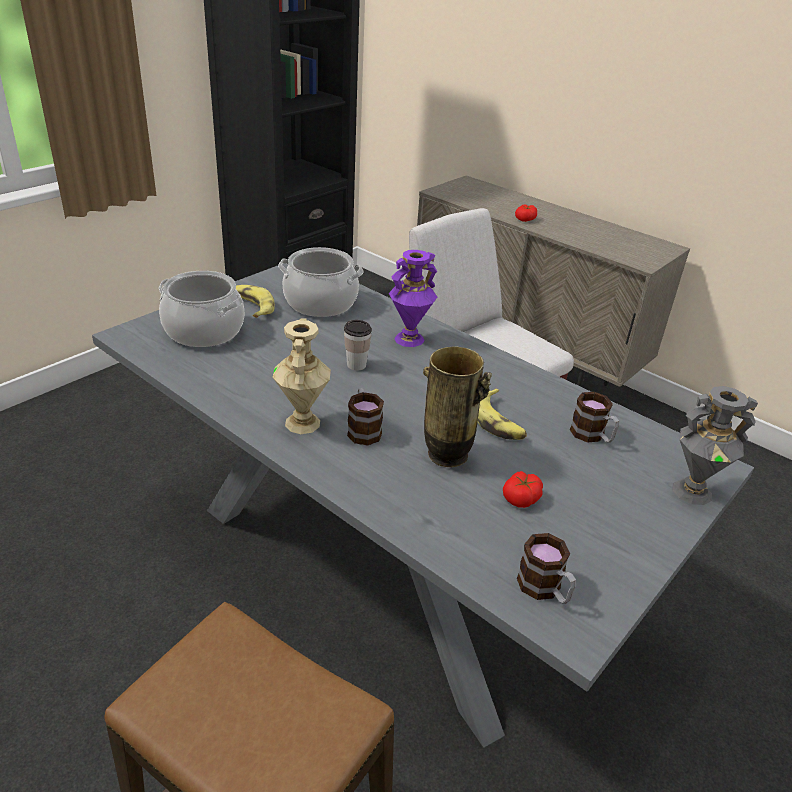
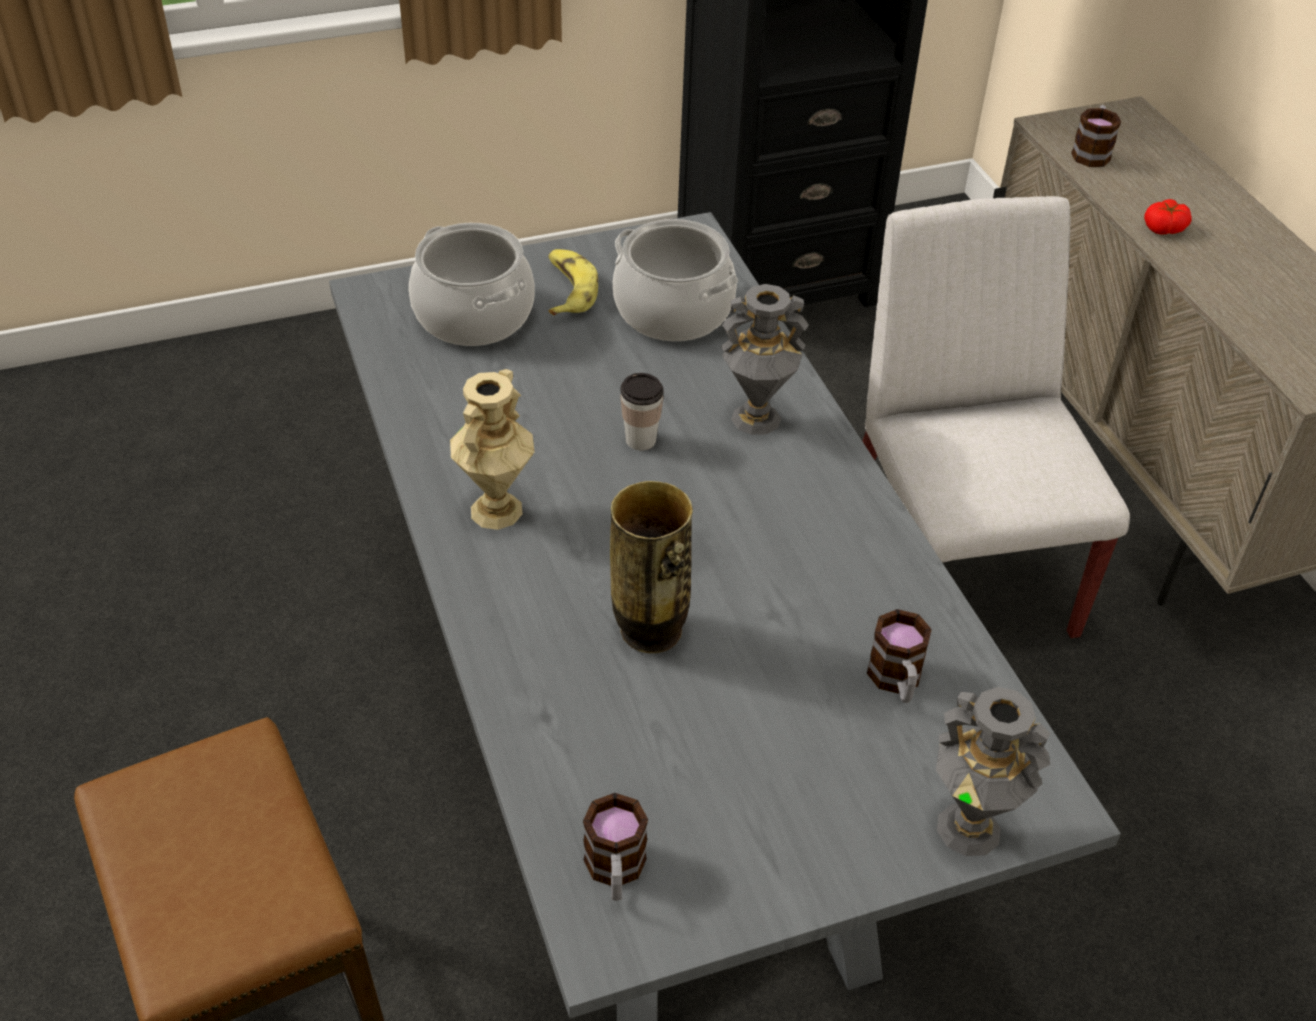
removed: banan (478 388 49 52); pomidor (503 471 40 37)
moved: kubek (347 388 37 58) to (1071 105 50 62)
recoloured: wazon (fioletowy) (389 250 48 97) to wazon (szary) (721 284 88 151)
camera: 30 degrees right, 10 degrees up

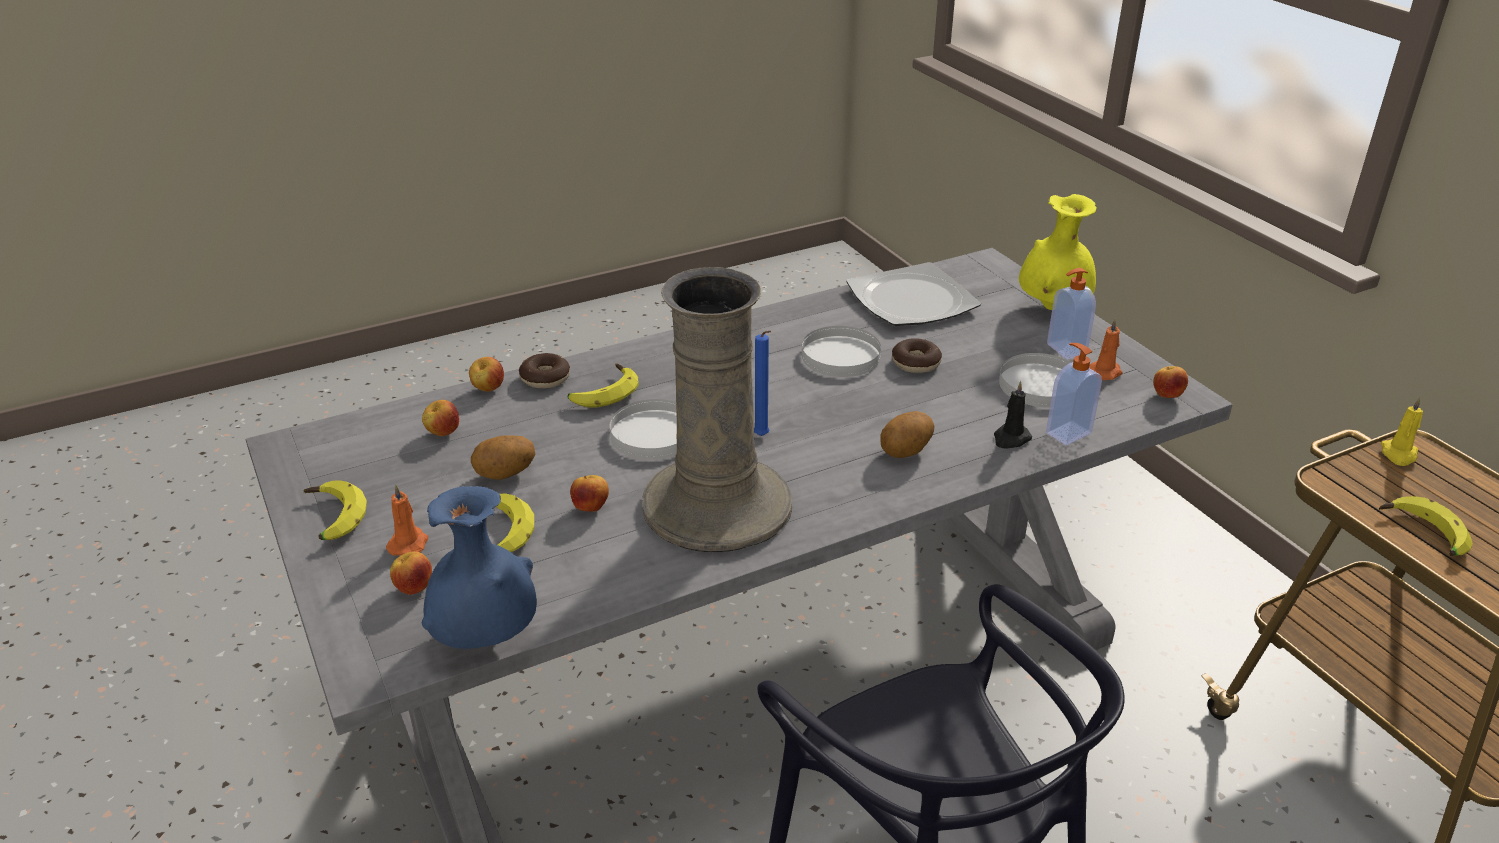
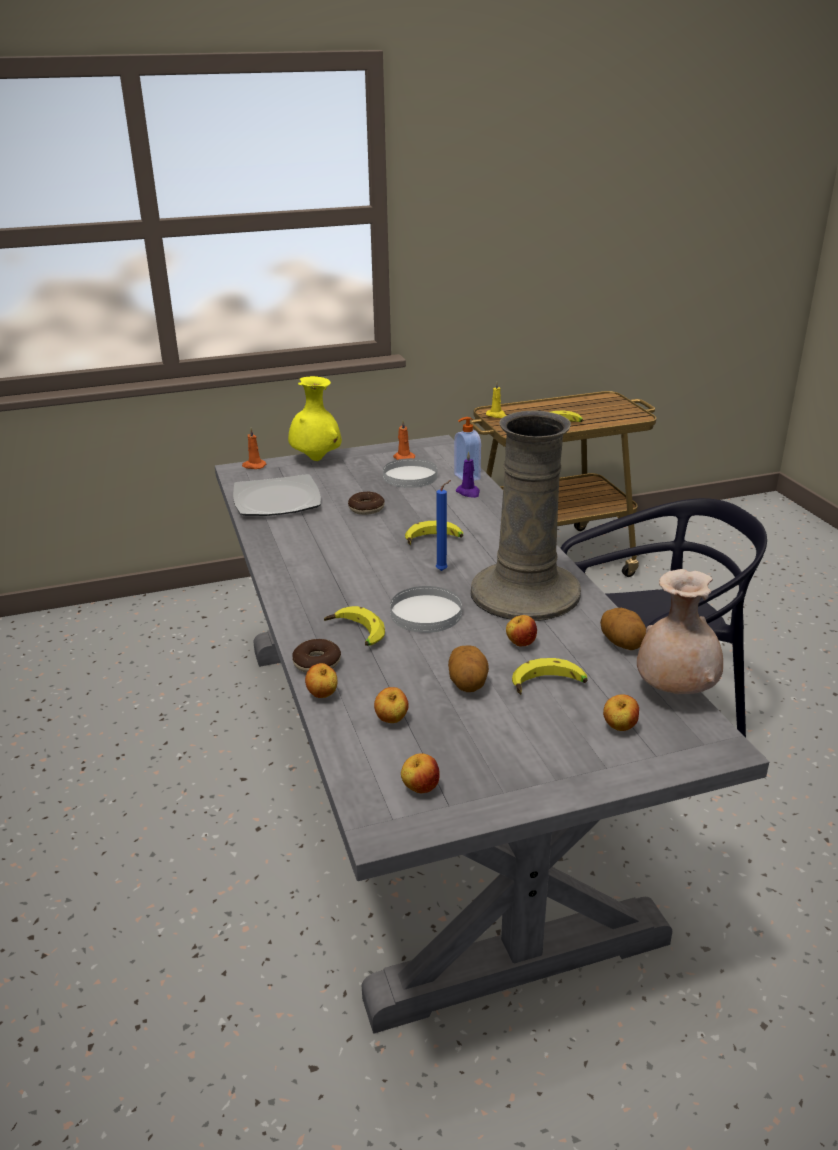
removed: dozownik mydła (1047 268 49 91); talerz (biały) (802 326 79 51)
moved: jabłko (1153 366 35 32) to (401 753 38 40); ziemniak (880 411 54 47) to (600 608 46 42); banan (303 480 64 60) to (405 521 58 24); świeca (pomarańczowy) (386 484 42 72) to (242 428 25 41)
recoloured: świeca (czarny) (994 381 38 68) to świeca (fioletowy) (456 451 24 47); wazon (niebieski) (422 486 115 163) to wazon (beżowy) (637 569 86 125)
camera: 80 degrees left, 5 degrees down

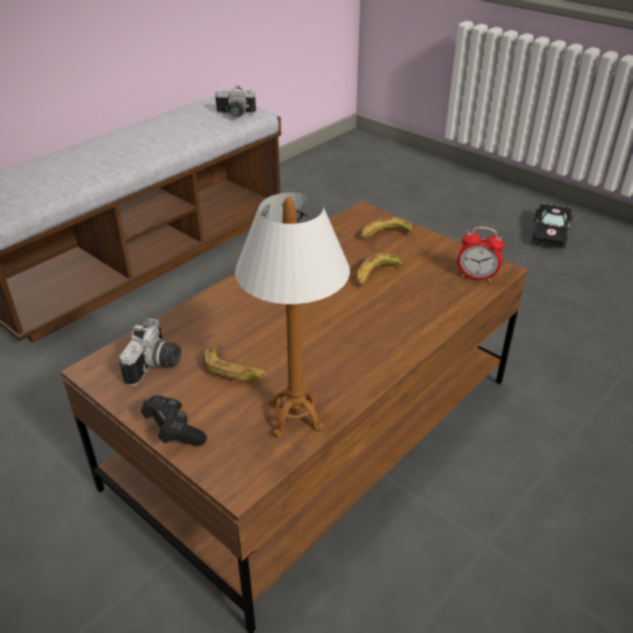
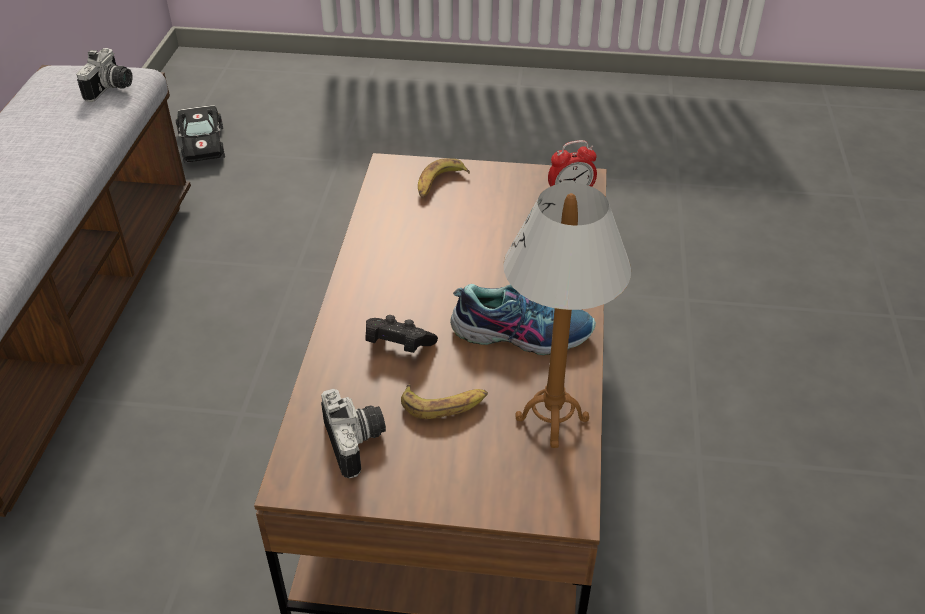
removed: banan (357 253 47 33)
added: but (450 284 146 71)
moved: samochodzik (czarny) (531 203 42 45) to (176 105 49 58); pad do gier (czarny) (141 395 66 51) to (366 315 72 38)
turned: aparat fotograficzny (215 85 41 32) = (76 48 57 54) 45 degrees counterclockwise
camera: 35 degrees left, 5 degrees up

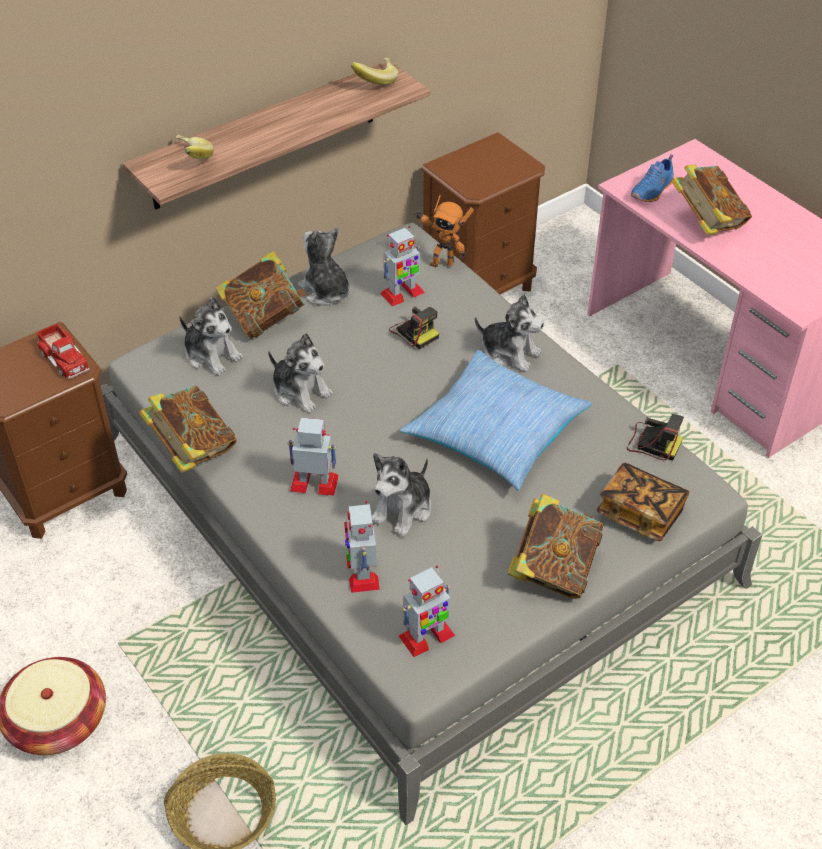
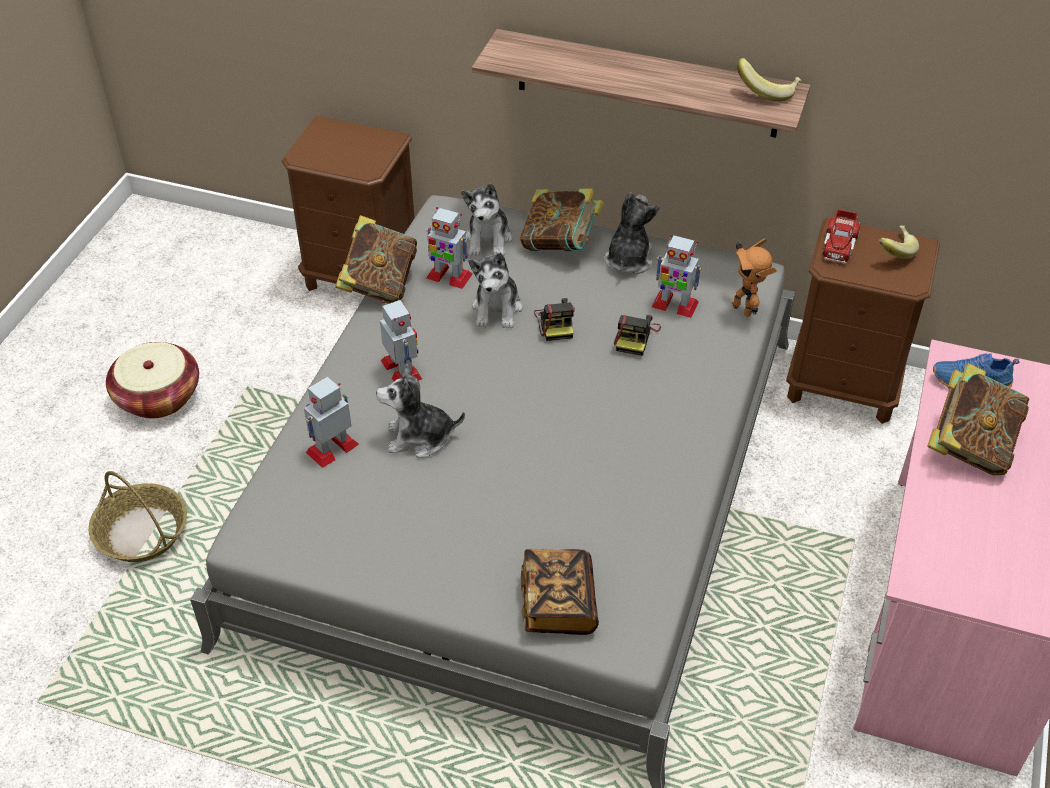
removed: pluszak (475 294 69 78); poduszka (400 350 192 141); książka (507 494 96 104)
moved: banan (176 135 38 24) to (879 225 40 34); ciężarówka zabawkowa (37 324 52 55) to (822 209 38 55); aparat fotograficzny (627 414 57 47) to (534 298 41 43); robot zabawkowy (399 565 57 92) to (426 207 47 82)
camera: 55 degrees right, 0 degrees up

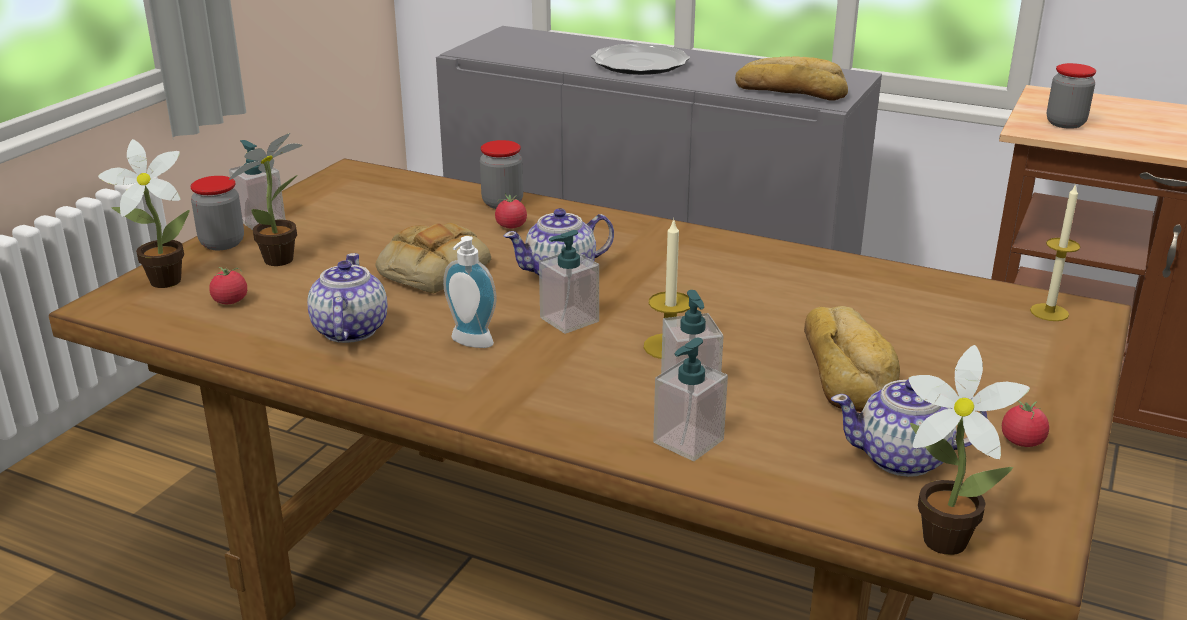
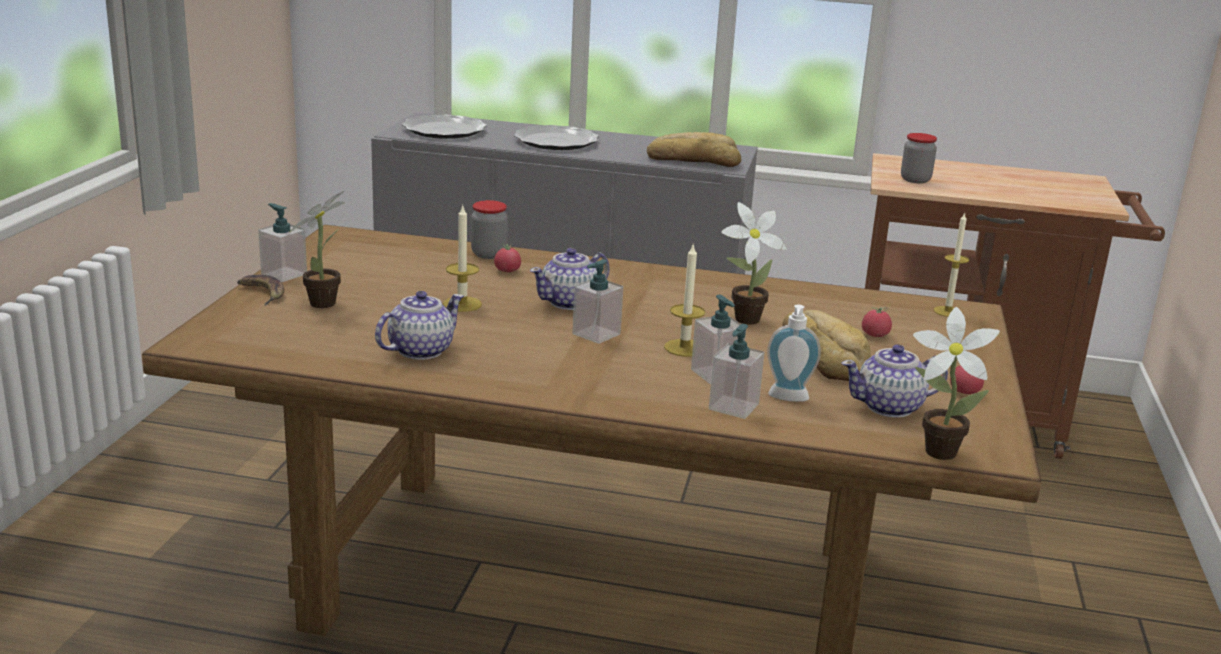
added: talerz (402 114 85 25)
moved: roślina doniczkowa (98 139 92 149) to (721 202 66 123); dozownik mydła (443 236 54 112) to (767 305 54 97); pomidor (209 267 38 37) to (862 307 30 30)
replaced: słoik (191 176 53 74) to banan (237 275 47 31); chleb (376 223 115 70) to świeca (443 204 39 108)
turned: imbryk (307 253 80 90) = (375 291 89 69) 60 degrees clockwise
camera: 15 degrees left, 5 degrees down

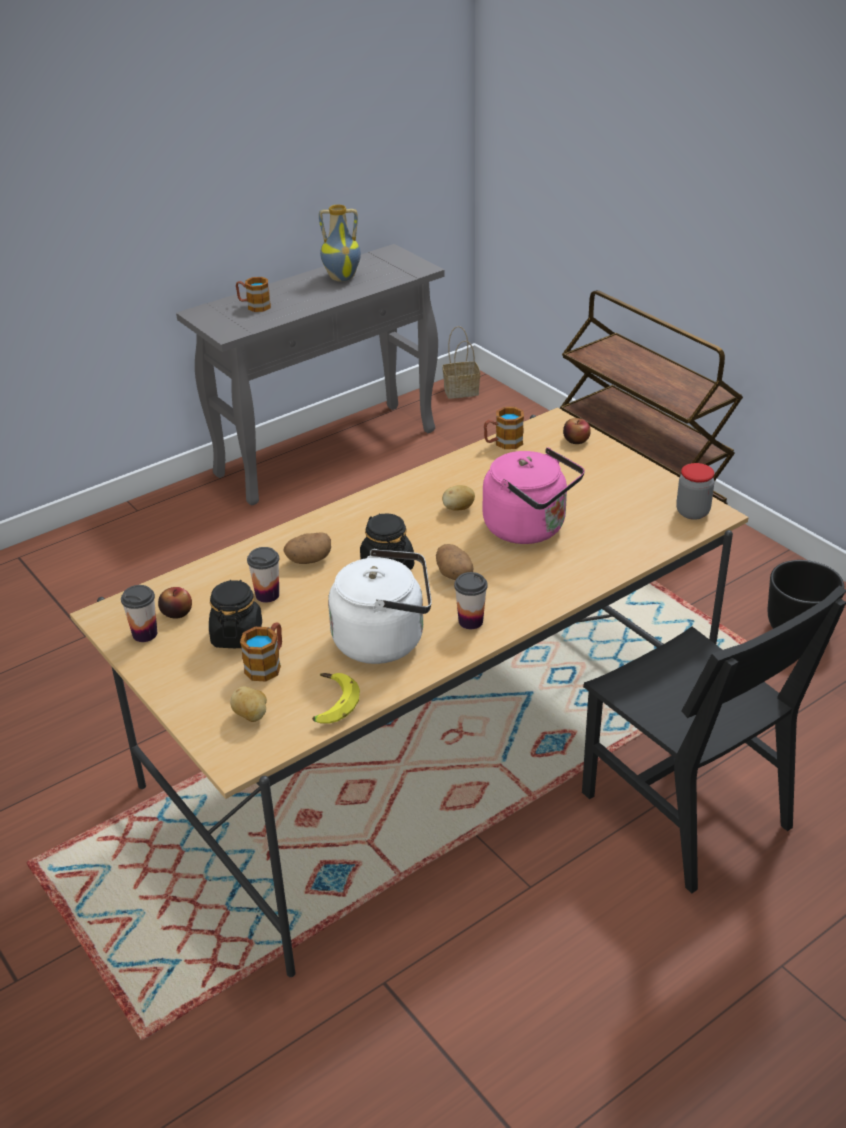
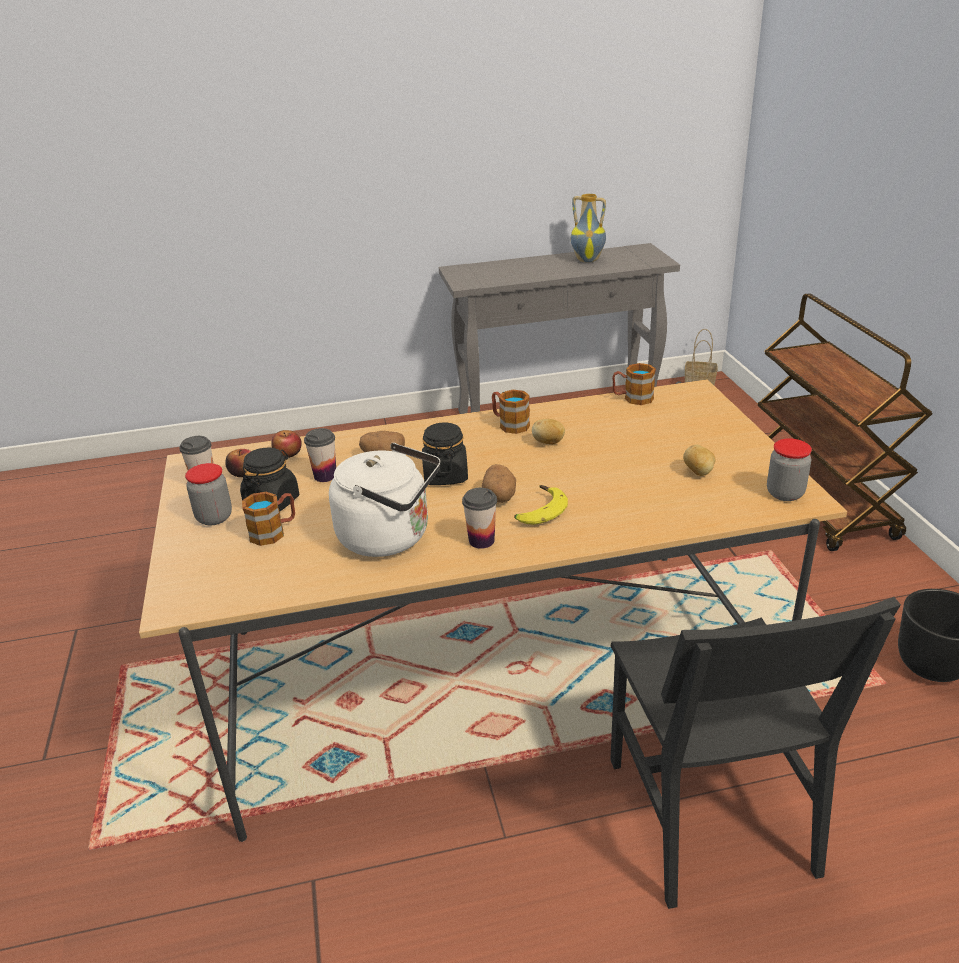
removed: czajnik (różowy) (483 447 101 97)
added: słoik (185 463 47 62)
moved: kubek (236 277 35 35) to (492 390 38 44); jabłko (563 418 28 26) to (271 430 31 28); banan (312 673 48 51) to (514 485 54 40); ziemniak (230 686 37 36) to (683 445 32 31)
camera: 25 degrees right, 5 degrees down

